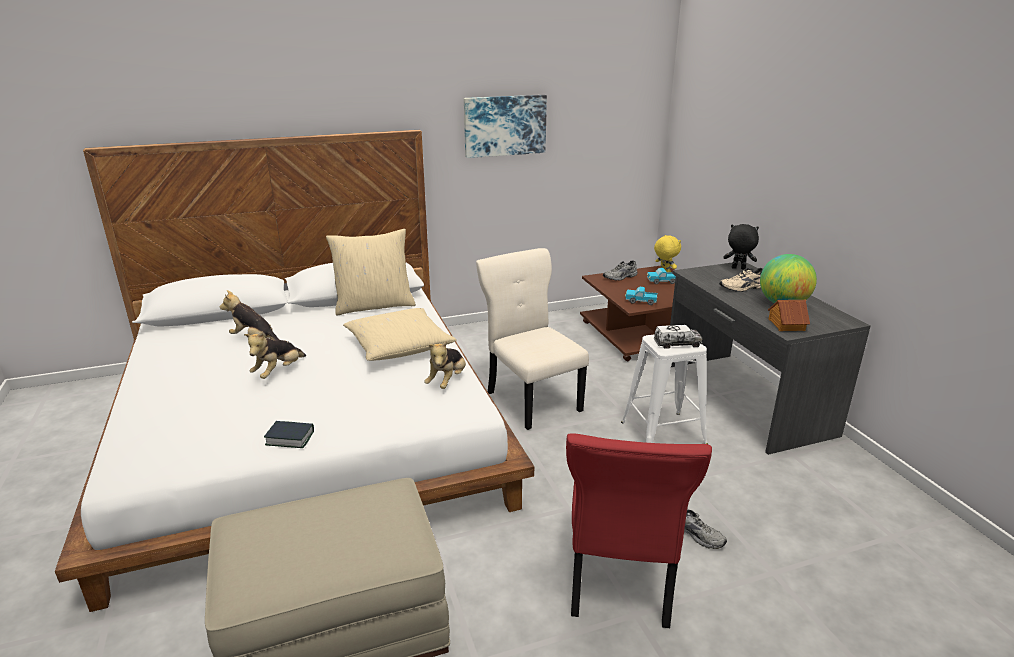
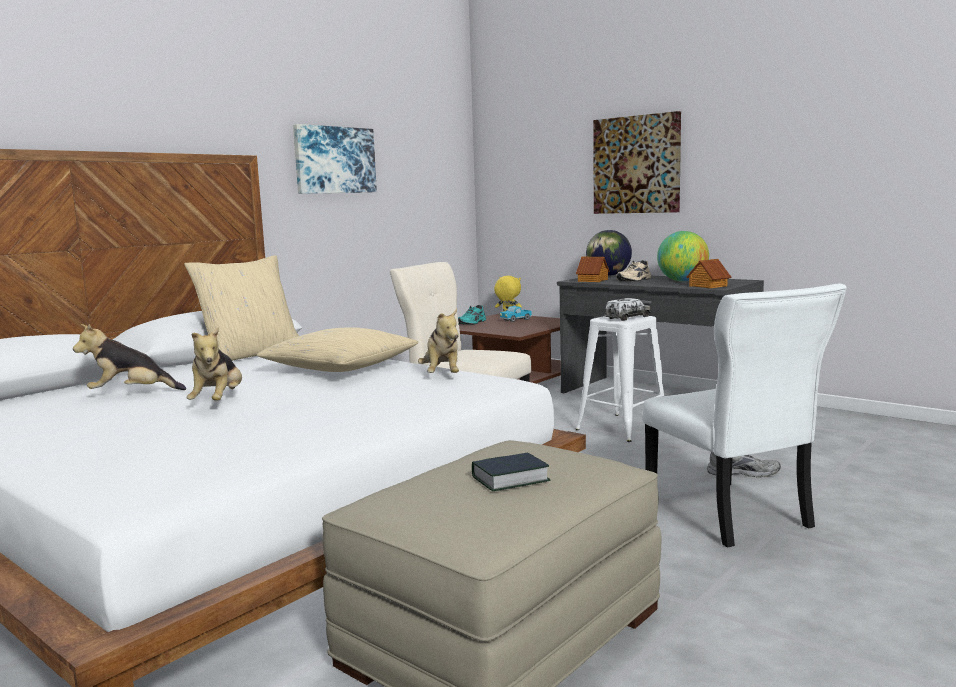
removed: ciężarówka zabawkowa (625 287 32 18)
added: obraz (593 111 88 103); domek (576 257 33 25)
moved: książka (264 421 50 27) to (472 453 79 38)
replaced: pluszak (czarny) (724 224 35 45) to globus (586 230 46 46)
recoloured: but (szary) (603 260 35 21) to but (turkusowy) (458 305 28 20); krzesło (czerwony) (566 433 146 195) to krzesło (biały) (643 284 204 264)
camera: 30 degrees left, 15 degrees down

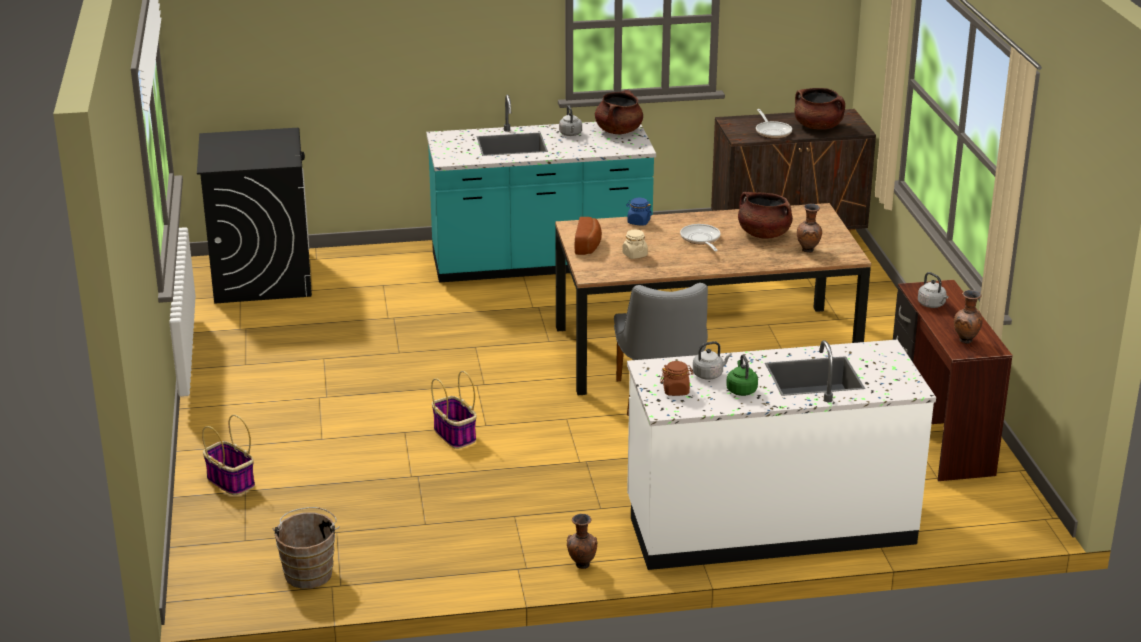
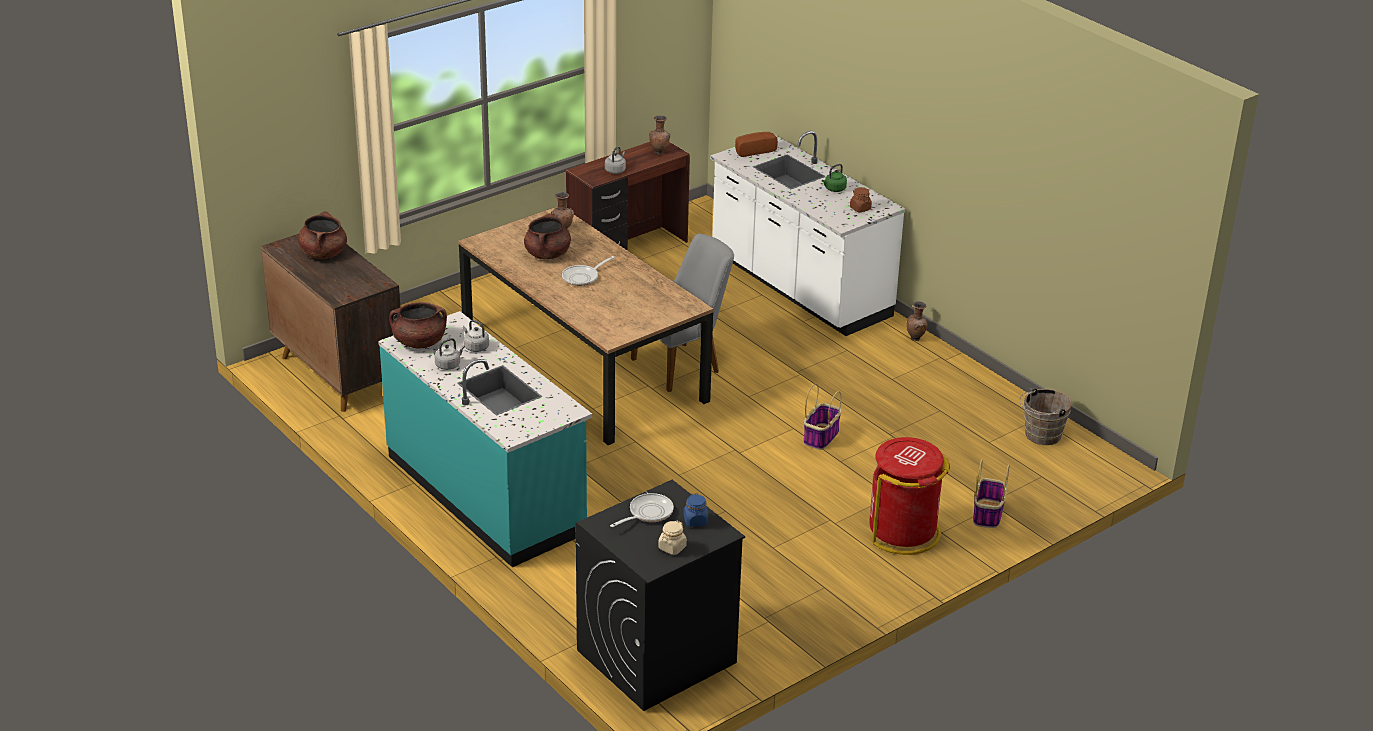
added: kosz na śmieci (czerwony) (869 437 81 118)
moved: patelnia (756 109 36 29) to (610 493 64 34); słoik (niebieski) (626 198 26 28) to (684 493 24 34); chleb (575 217 27 38) to (735 132 43 25); słoik (beżowy) (622 230 26 29) to (658 521 29 34); czajnik (szary) (693 341 39 39) to (463 320 26 32)
camera: 120 degrees left, 5 degrees up

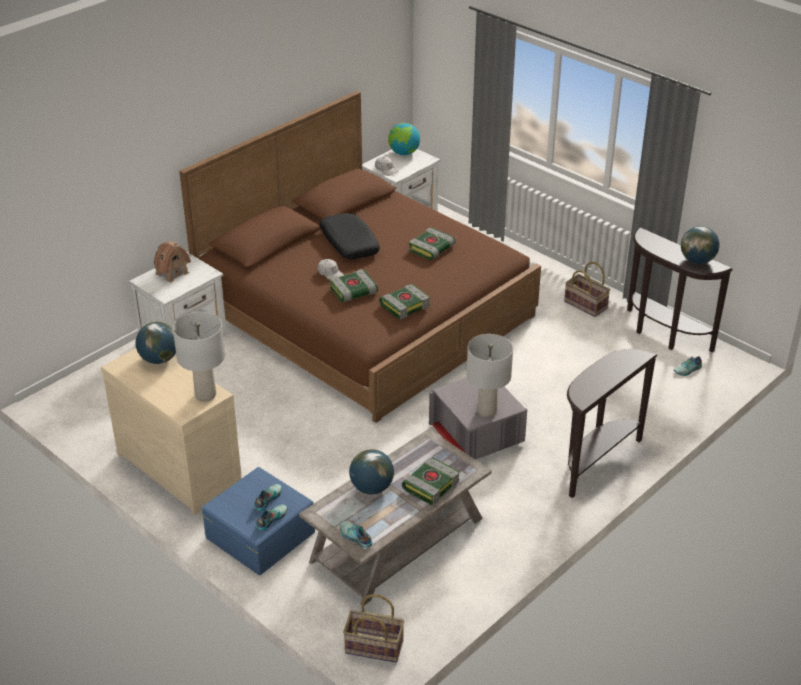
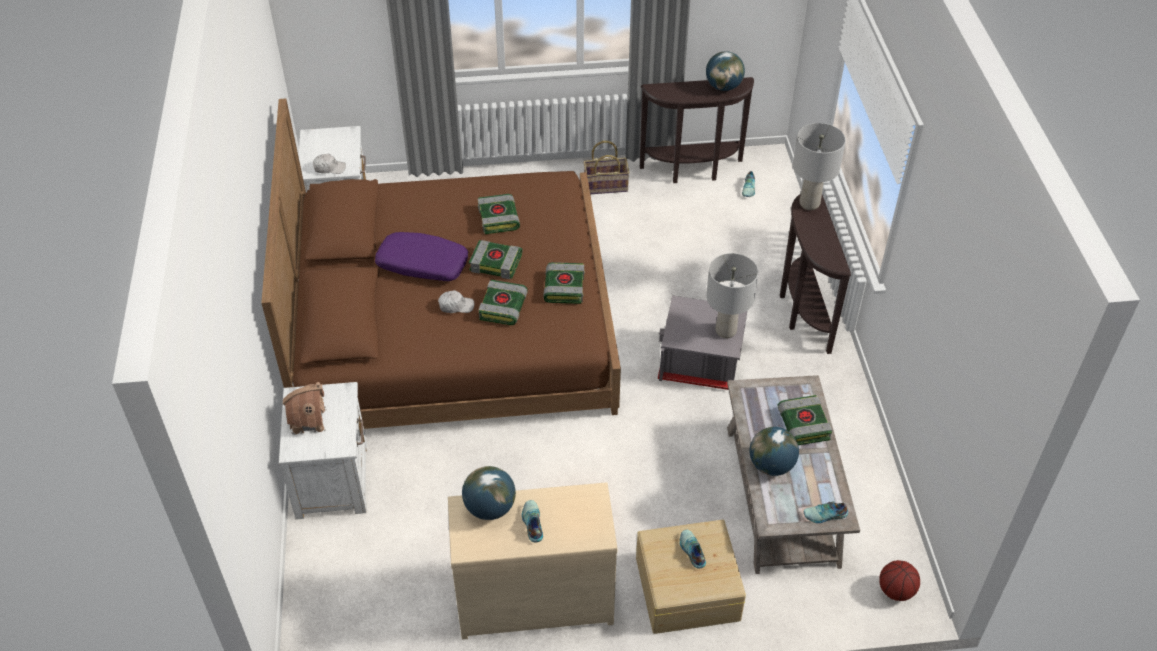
removed: globus (388 123 32 32)
added: książka (469 240 53 39)
moved: lampa stołowa (szary) (173 312 52 90) to (793 123 53 87); but (255 504 32 27) to (522 500 21 42)
replaced: koszyk (343 594 61 69) to piłka do koszykówki (879 560 41 41)
recoloured: poduszka (czarny) (319 213 61 46) to poduszka (fioletowy) (375 232 93 49); pojemnik do przechowywania (niebieski) (202 467 113 108) to pojemnik do przechowywania (beżowy) (636 520 110 114)
camera: 50 degrees left, 10 degrees up

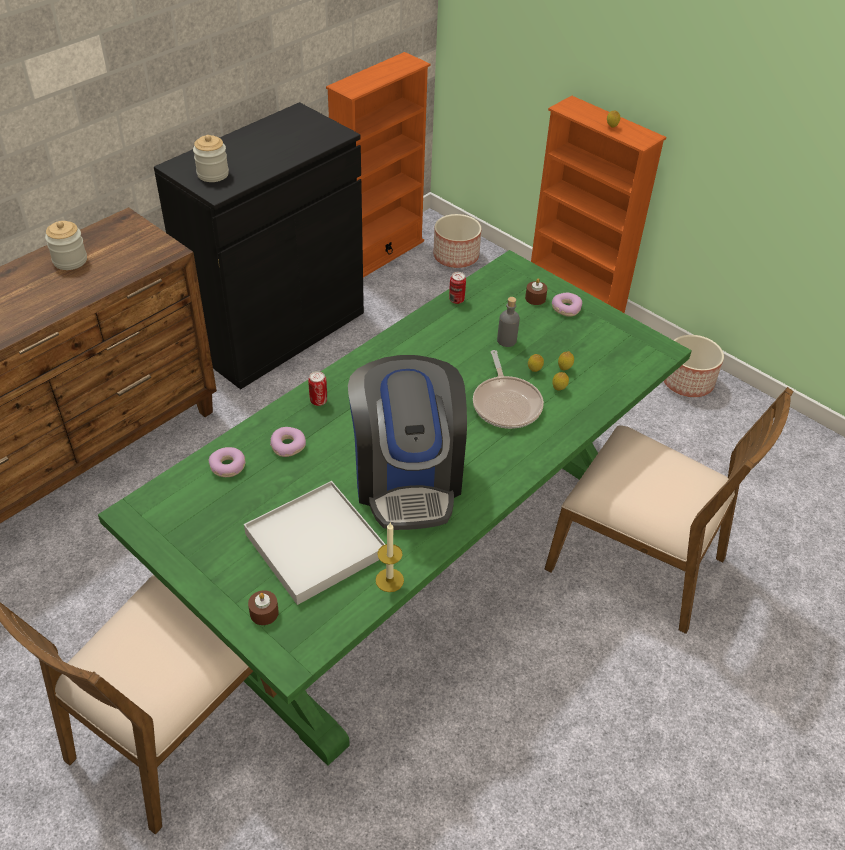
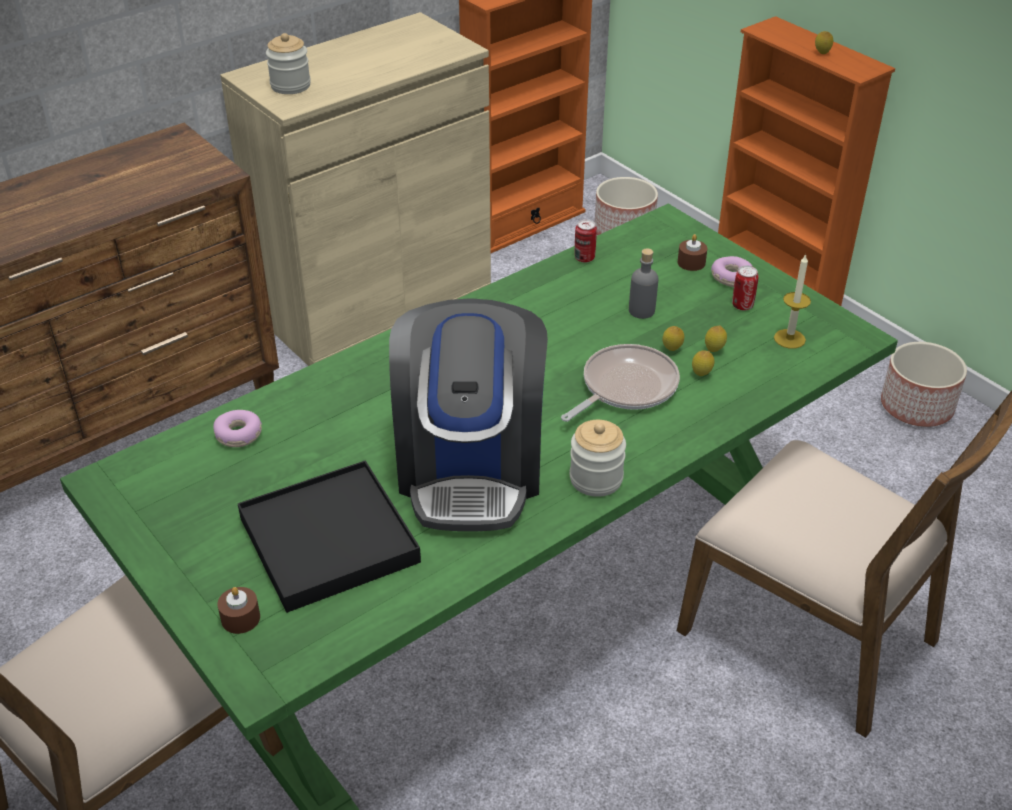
removed: donut (270 427 36 30)
moved: słoik (45 221 42 49) to (570 420 56 77); puszka (308 371 19 35) to (732 266 27 44); świeca (375 523 29 69) to (774 254 37 95)
recoloured: szafka (czarny) (154 102 210 287) to szafka (beżowy) (220 12 271 354); taca (biały) (244 481 141 124) to taca (czarny) (238 460 183 153)
turned: patelnia (473 350 71 79) = (561 344 119 78) 135 degrees counterclockwise
camera: 10 degrees right, 5 degrees down

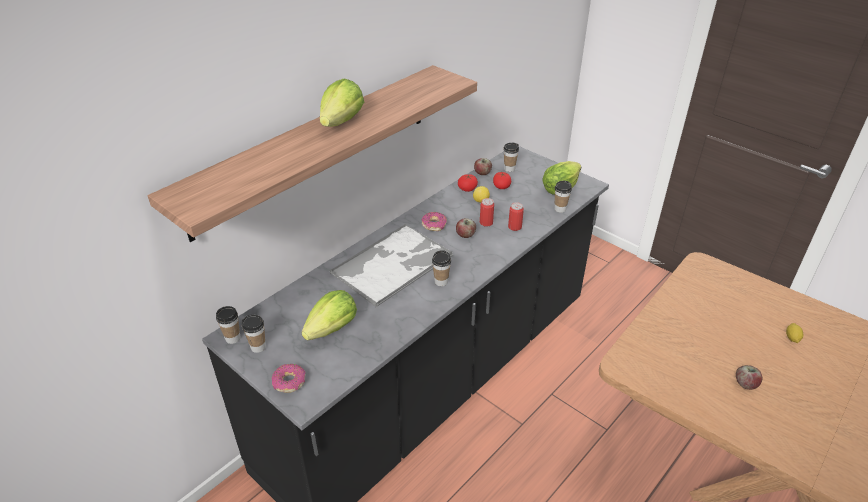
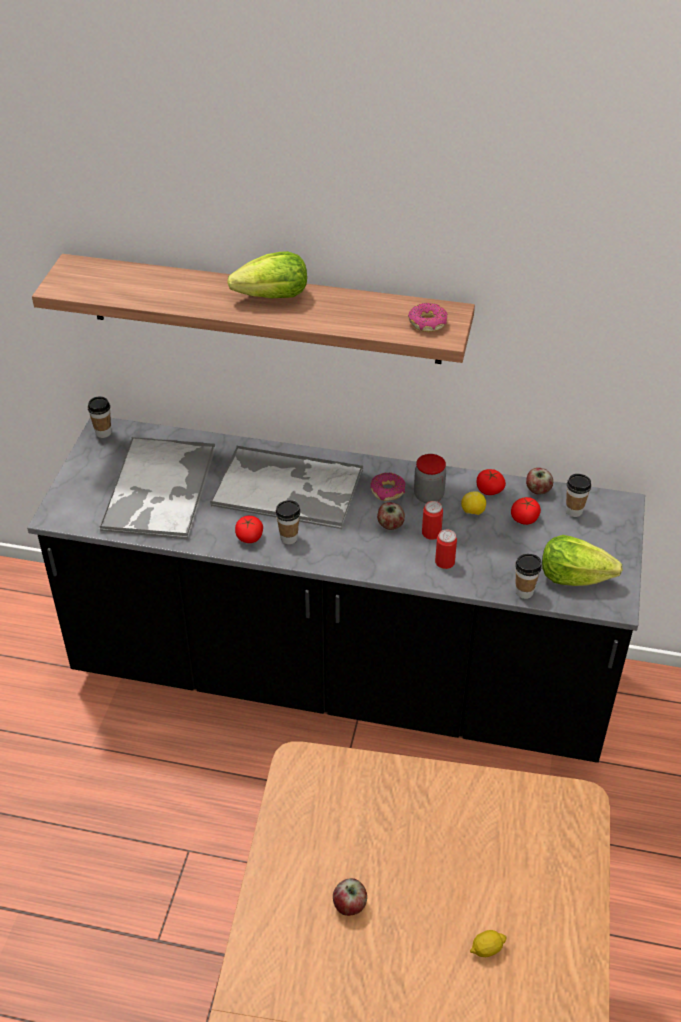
removed: filiżanka (242 314 24 39)
added: słoik (414 454 32 49); pomidor (235 516 28 27)
moved: donut (271 364 35 29) to (408 303 40 29)
replaced: sałata (301 290 56 51) to taca (99 437 117 102)
camera: 60 degrees right, 5 degrees up

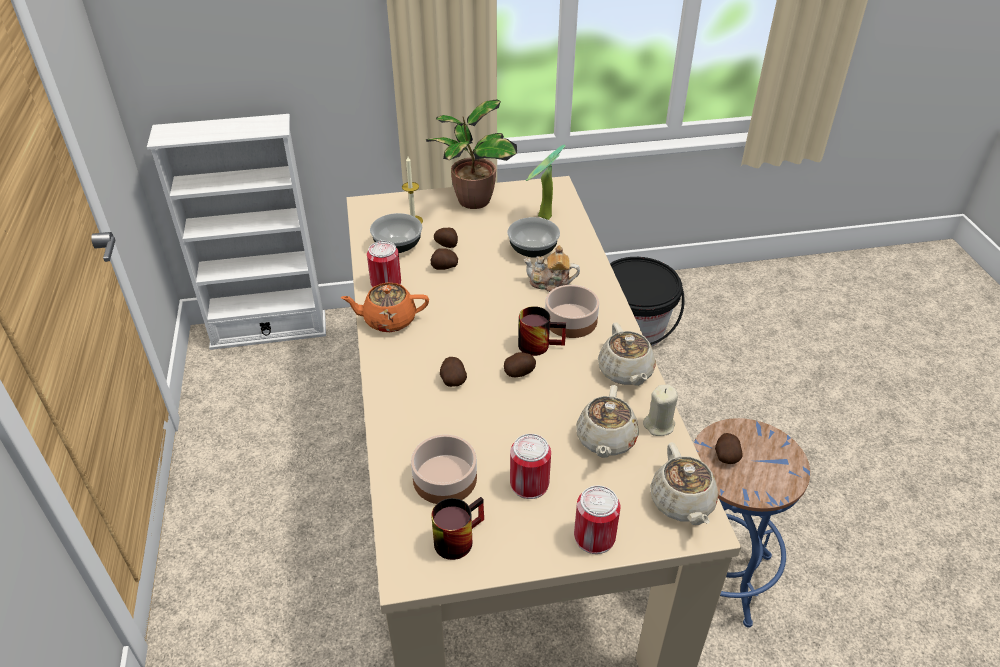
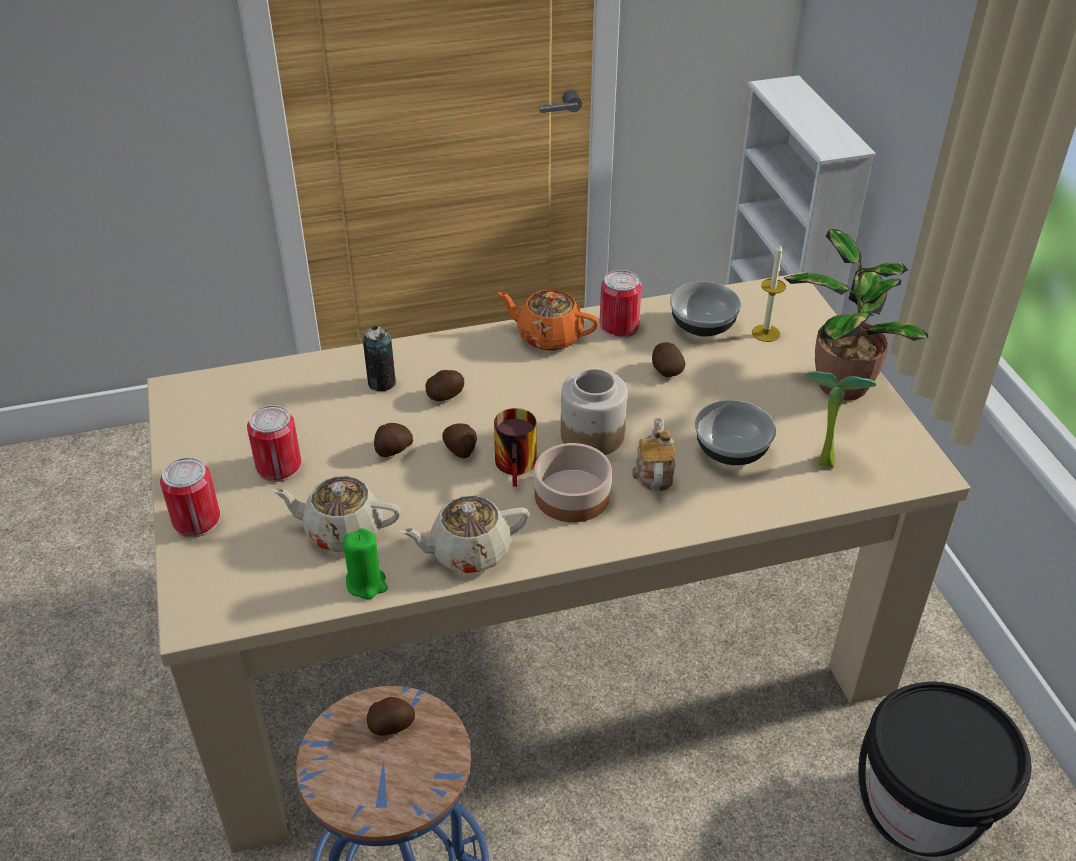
removed: miska (411 434 66 70); imbryk (beżowy) (650 443 69 82); kubek (431 497 53 63)
added: puszka (363 326 33 65); słoik (561 368 66 87)
moved: ziemniak (434 227 24 21) to (374 423 39 34)
recoloured: świeca (beżowy) (643 384 35 52) to świeca (zielony) (343 528 45 72)
turned: imbryk (pomarańczowy) (340 283 89 49) = (497 290 102 61) 60 degrees counterclockwise
camera: 85 degrees right, 0 degrees up

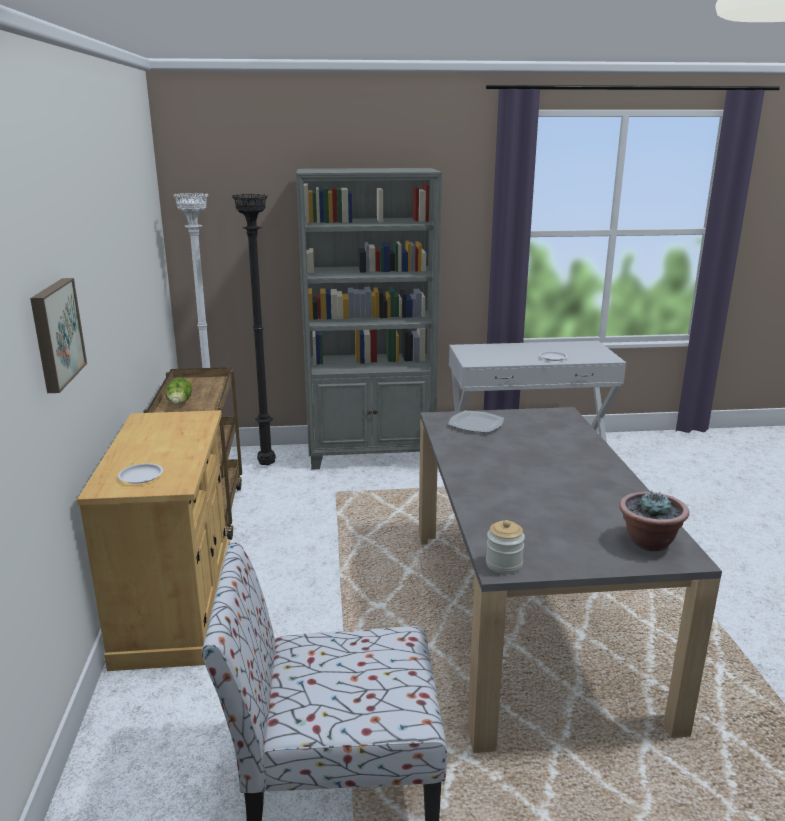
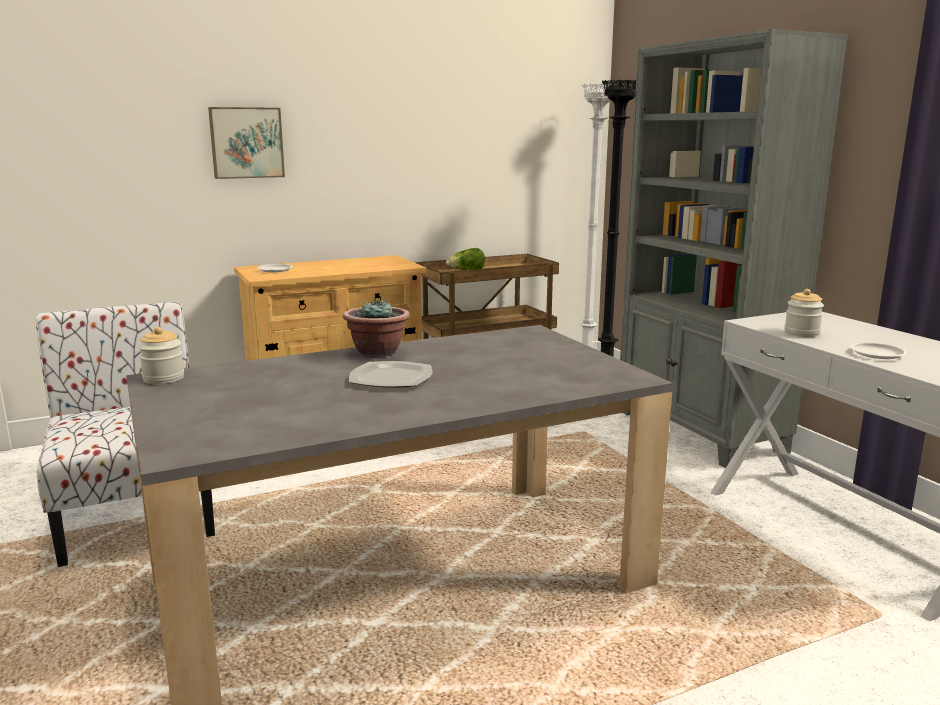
added: słoik (784 289 40 48)
moved: talerz (448 411 56 22) to (349 361 83 27); roślina doniczkowa (619 491 70 60) to (343 299 67 59)
camera: 70 degrees right, 5 degrees down

